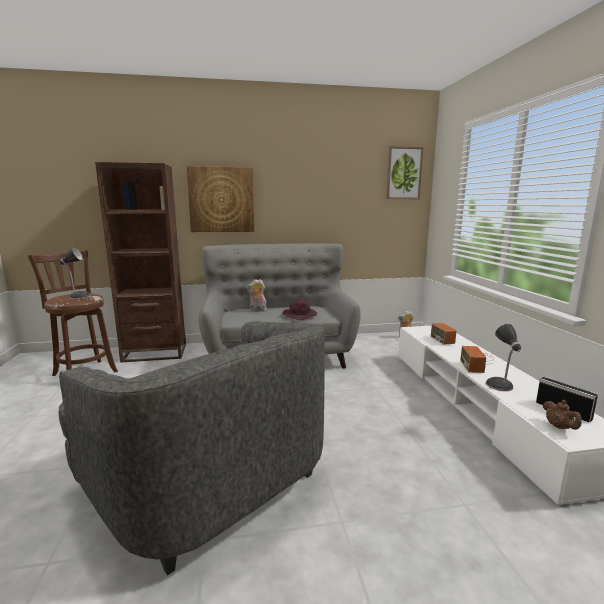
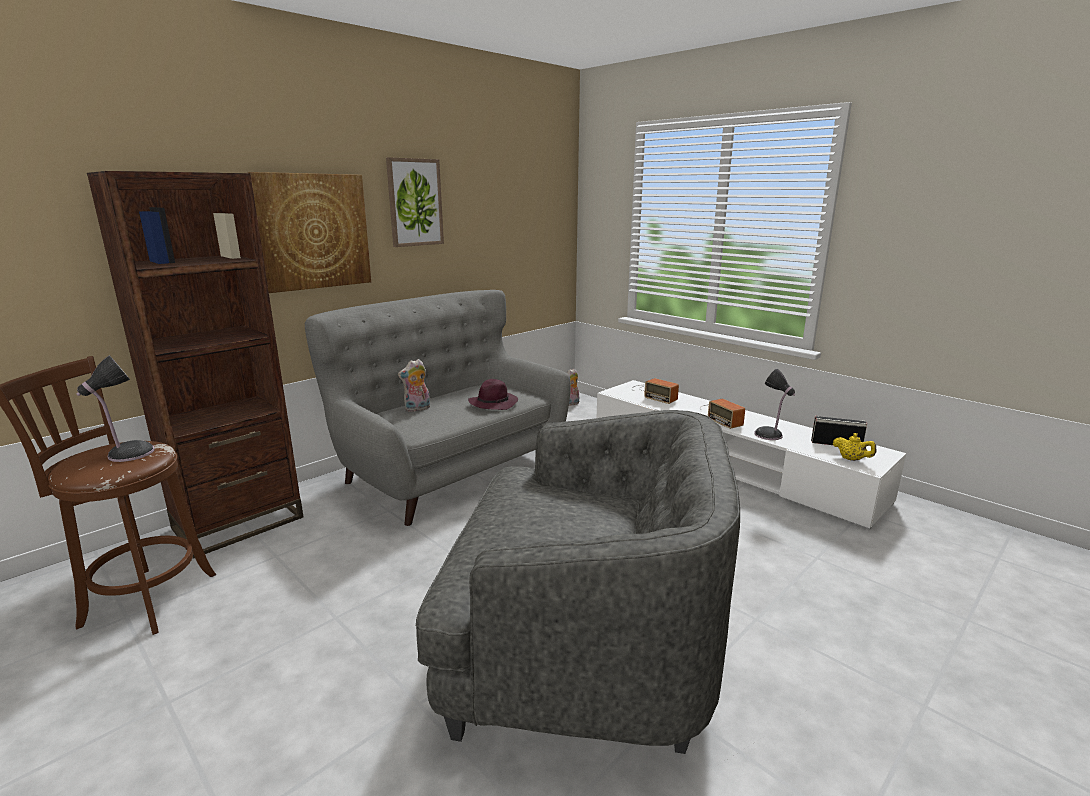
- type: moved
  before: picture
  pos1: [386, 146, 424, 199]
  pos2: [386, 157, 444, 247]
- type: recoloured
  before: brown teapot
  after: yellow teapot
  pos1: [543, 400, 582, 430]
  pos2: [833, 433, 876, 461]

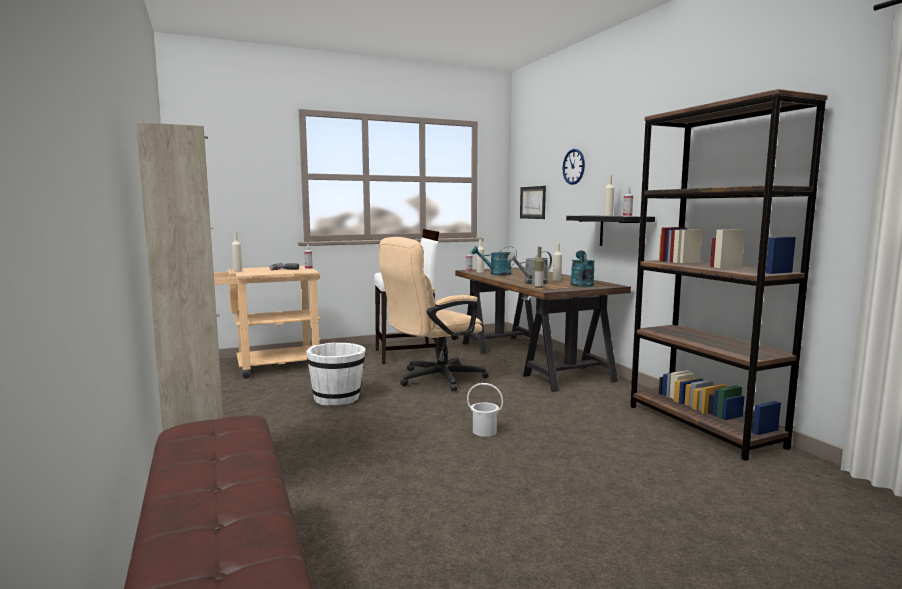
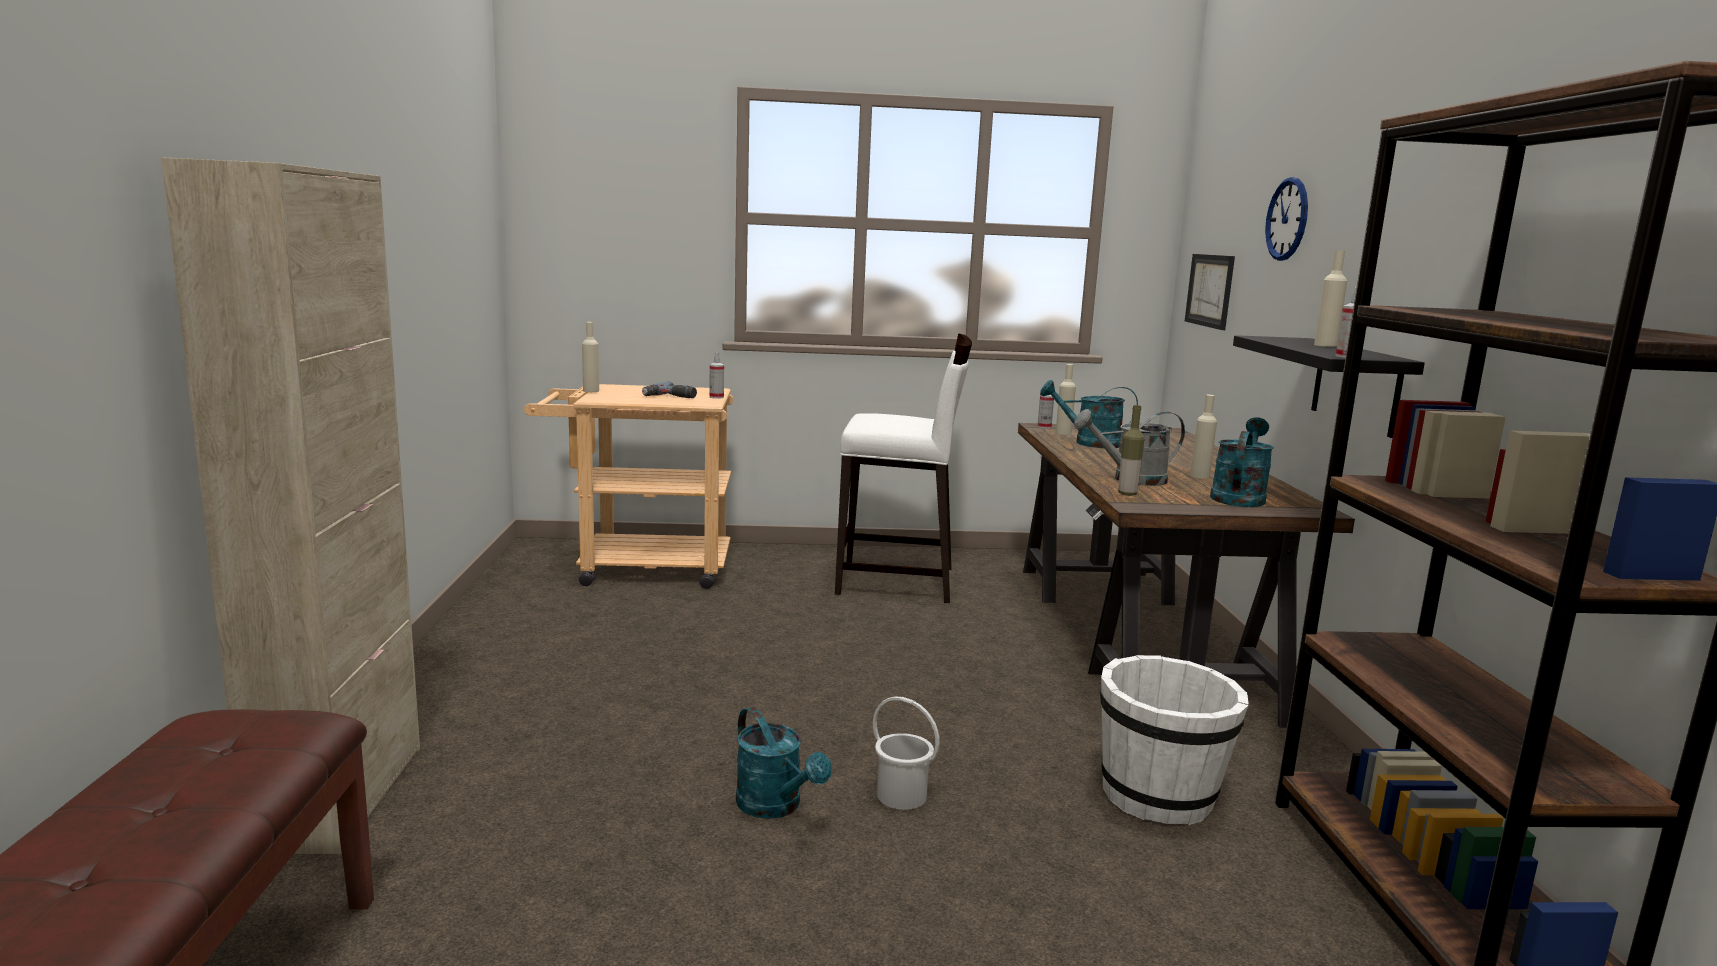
- type: removed
  before: beige office chair
  pos1: [379, 237, 489, 391]
- type: added
  after: turquoise watering can
  pos2: [736, 707, 832, 819]
- type: moved
  before: white bucket
  pos1: [306, 342, 366, 406]
  pos2: [1100, 655, 1249, 825]

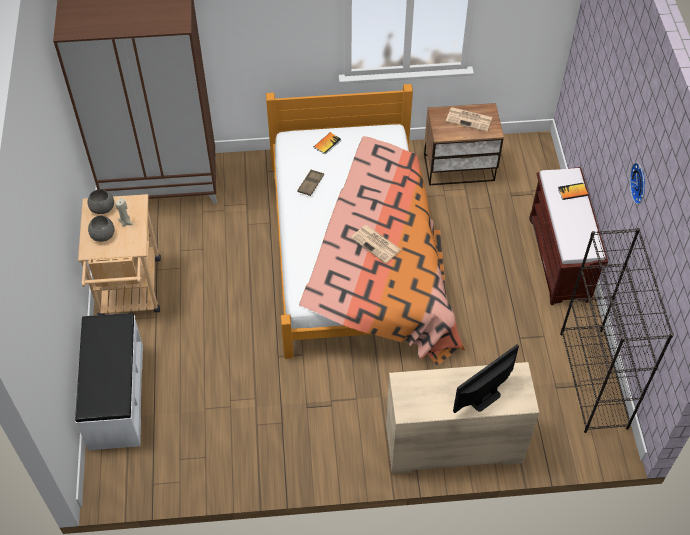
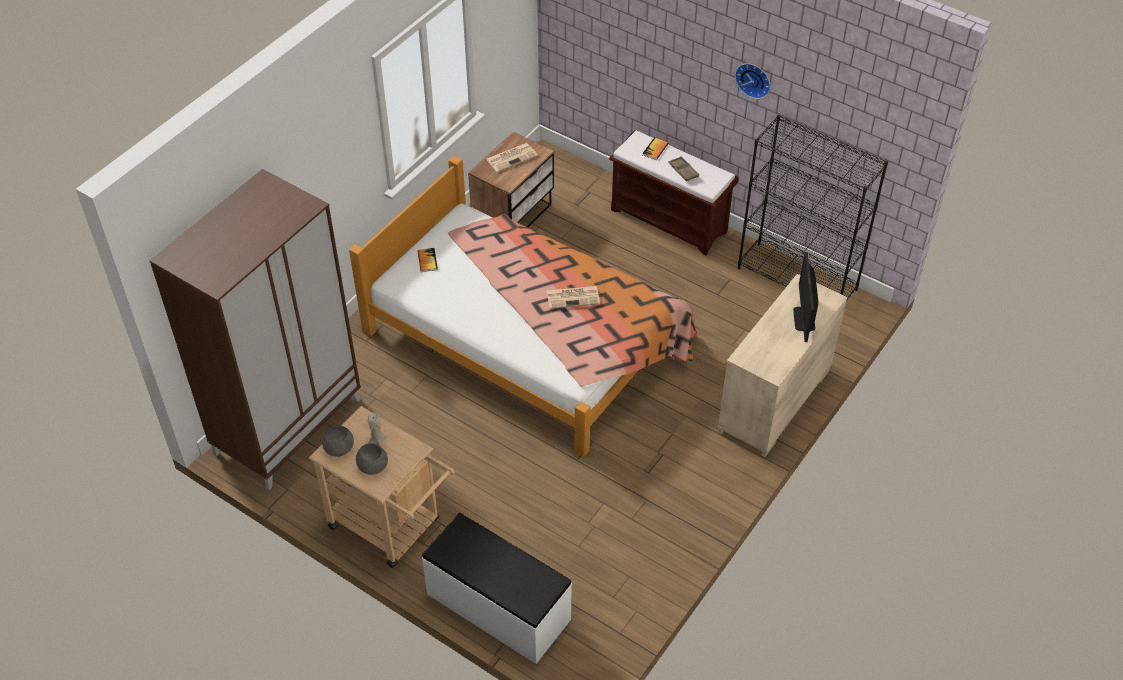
- type: moved
  before: brown tray
  pos1: [297, 169, 324, 196]
  pos2: [669, 156, 699, 181]

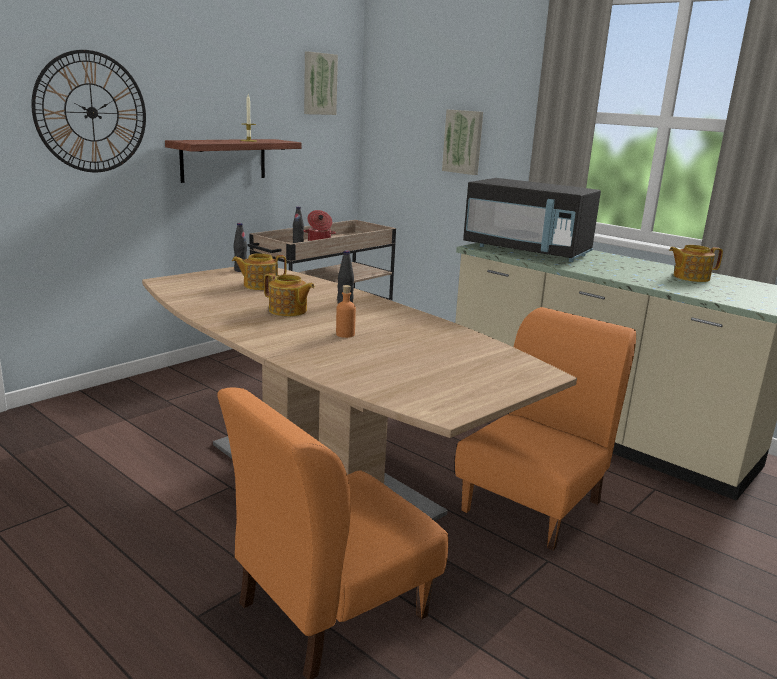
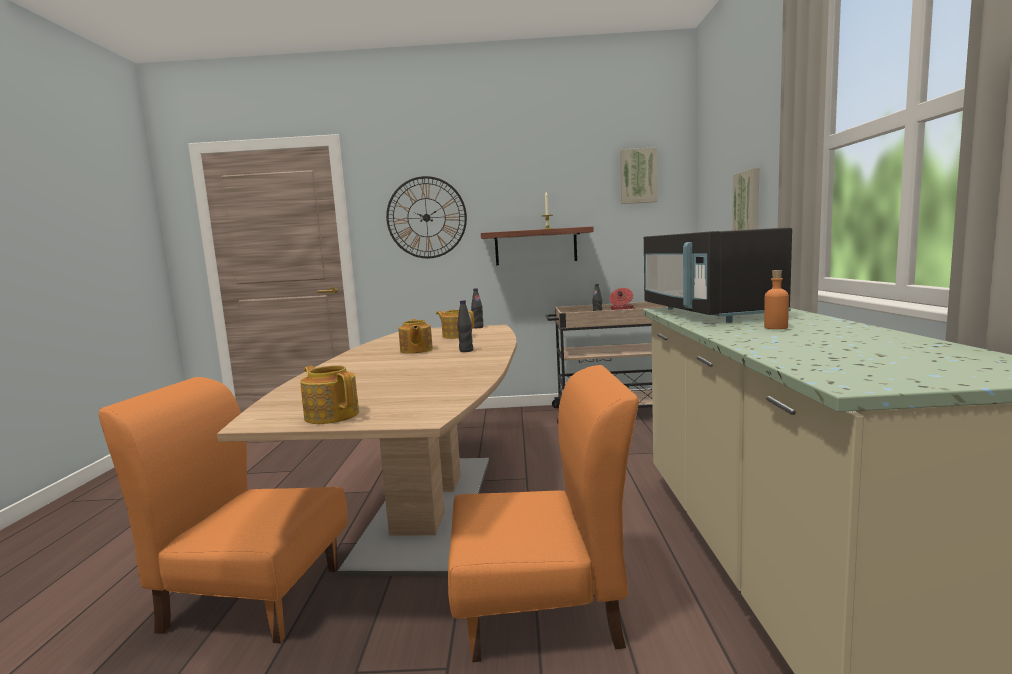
- type: moved
  before: orange bottle
  pos1: [336, 285, 356, 338]
  pos2: [764, 270, 789, 329]
- type: moved
  before: teapot
  pos1: [669, 245, 723, 282]
  pos2: [300, 366, 359, 424]

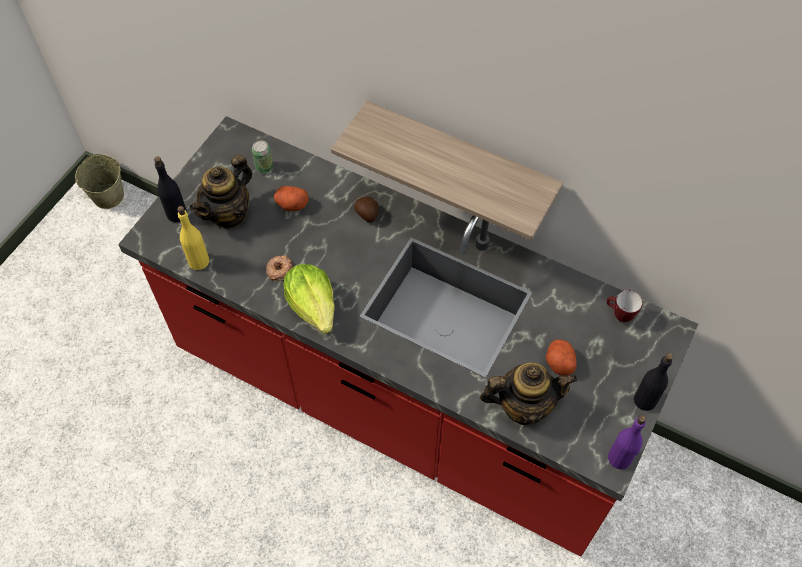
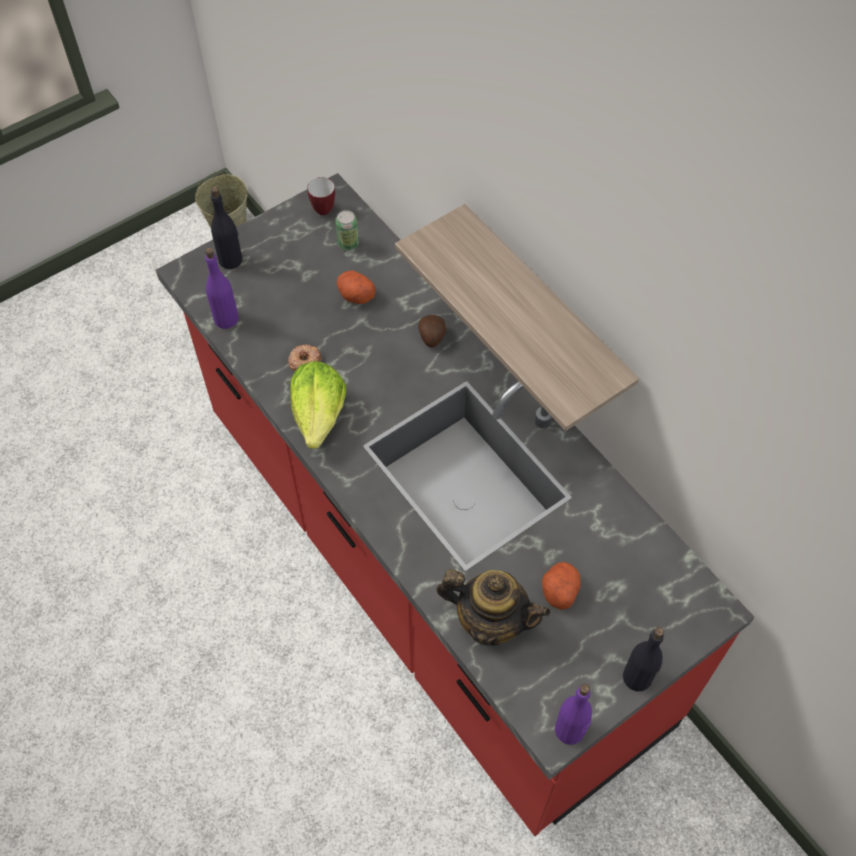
- type: removed
  before: teapot
  pos1: [189, 154, 252, 230]
- type: moved
  before: mug
  pos1: [607, 290, 642, 322]
  pos2: [307, 177, 335, 215]
- type: recoloured
  before: yellow bottle
  after: purple bottle
  pos1: [177, 206, 209, 270]
  pos2: [205, 248, 239, 329]

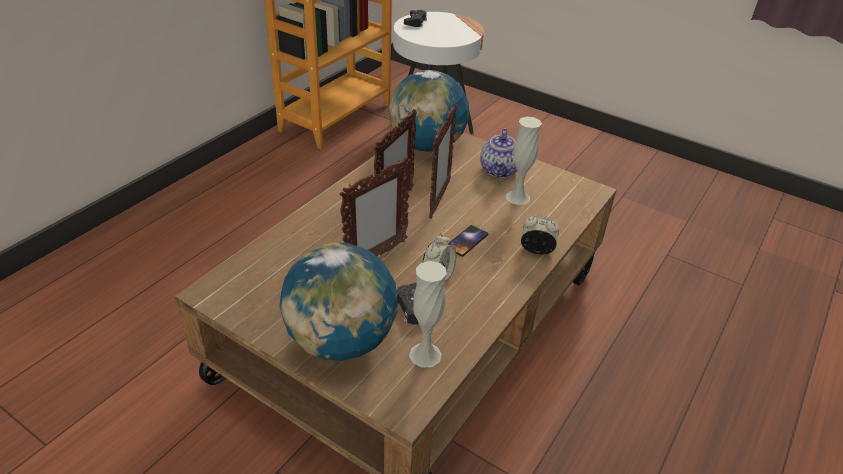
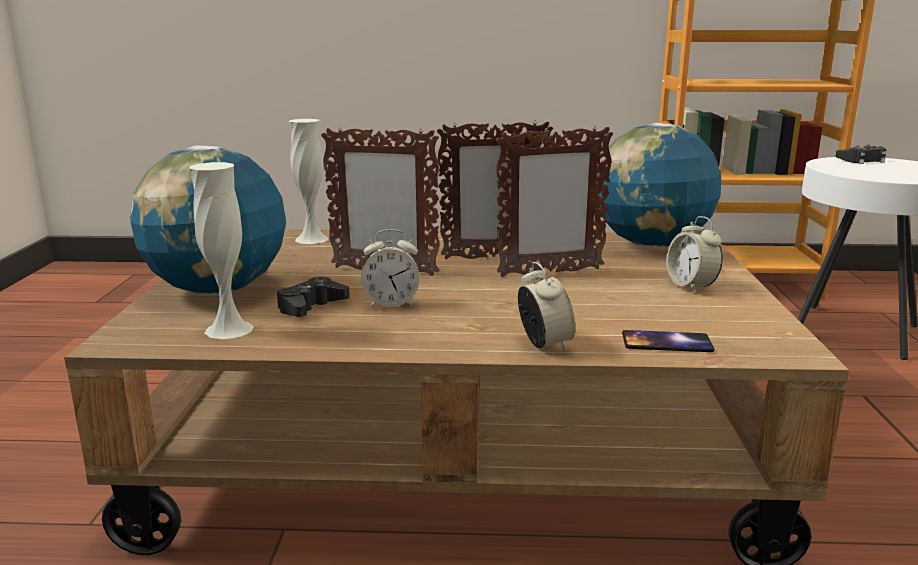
- type: moved
  before: phone
  pos1: [447, 225, 488, 257]
  pos2: [622, 330, 715, 352]
- type: moved
  before: white vase
  pos1: [506, 117, 542, 205]
  pos2: [289, 119, 329, 244]
- type: replaced
  before: teapot
  after: alarm clock
  pos1: [480, 128, 517, 178]
  pos2: [666, 216, 723, 293]

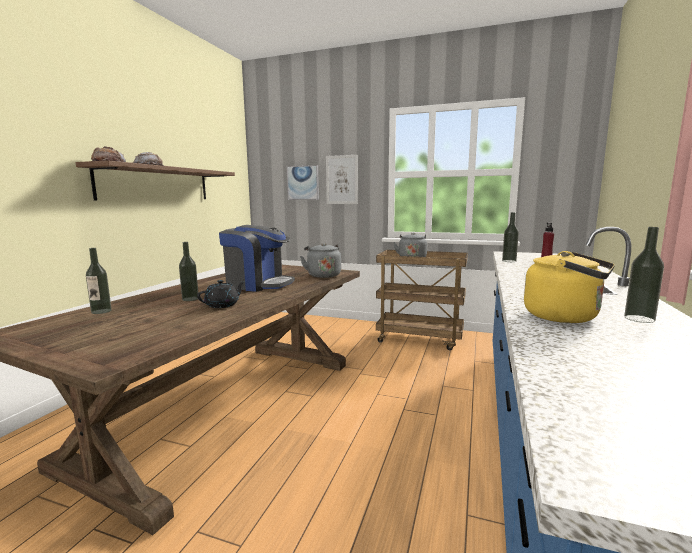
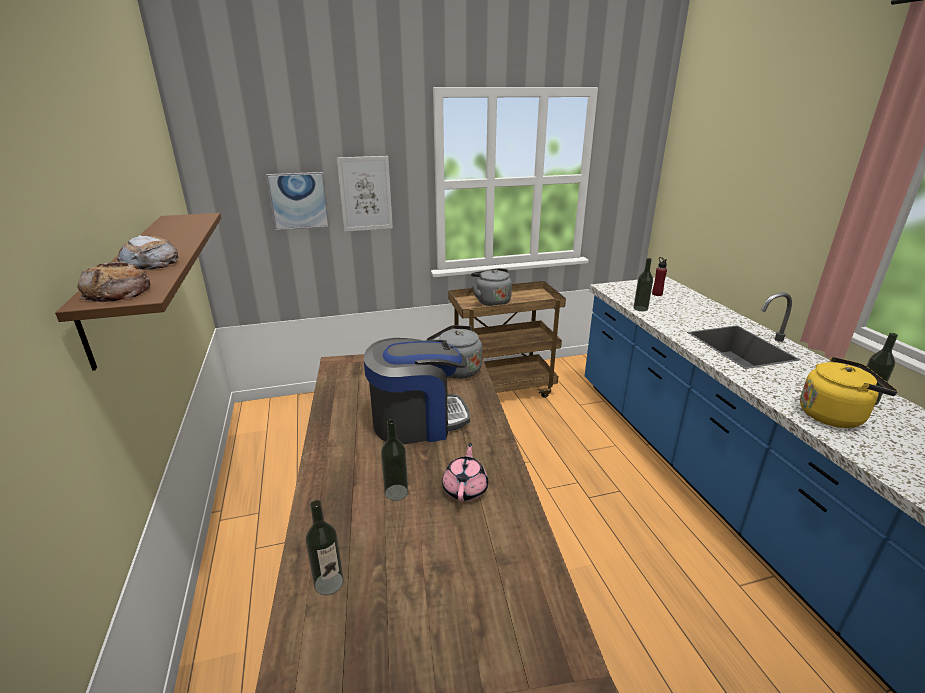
- type: recoloured
  before: black teapot
  after: pink teapot
  pos1: [197, 280, 245, 308]
  pos2: [442, 443, 488, 502]

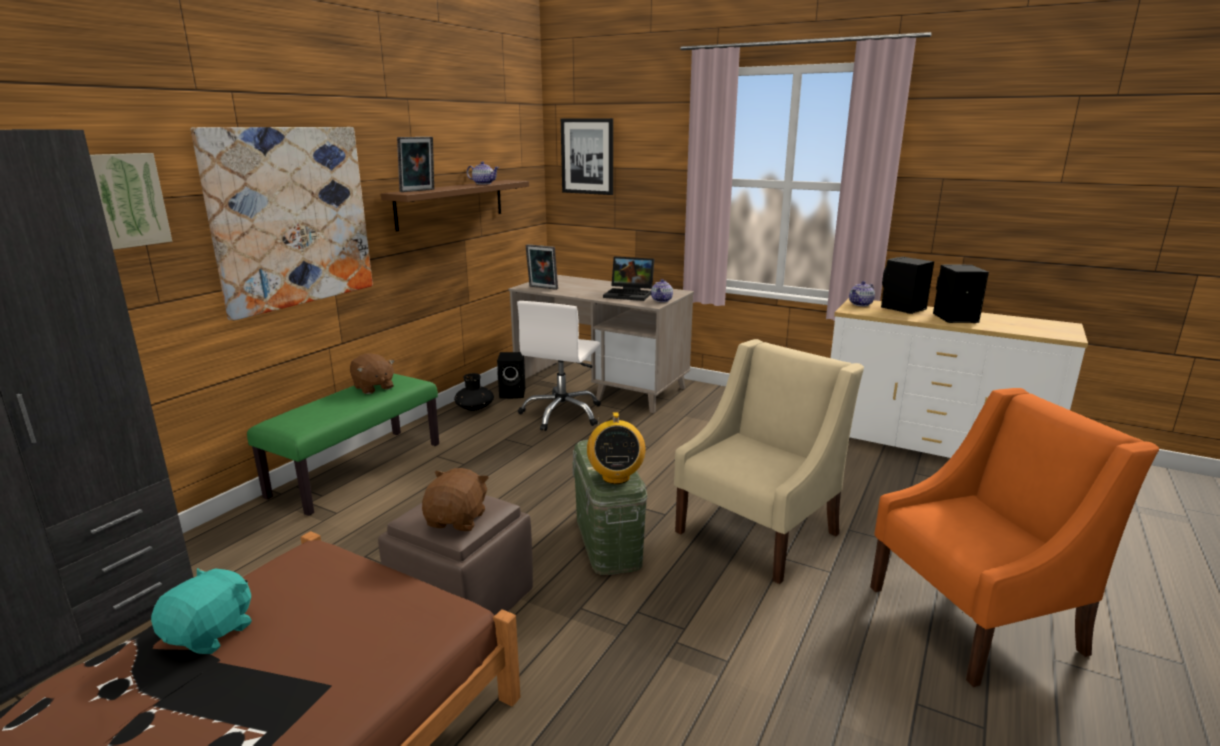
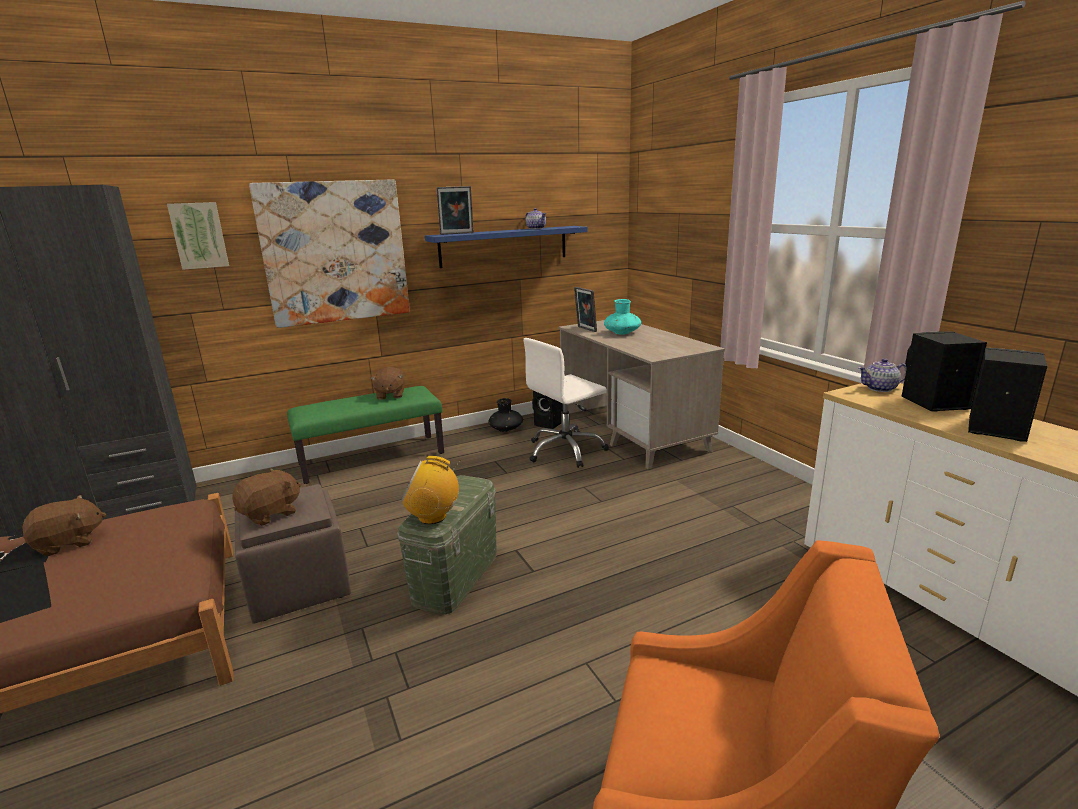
- type: removed
  before: picture
  pos1: [561, 118, 613, 195]
- type: removed
  before: laptop
  pos1: [603, 256, 654, 301]
- type: removed
  before: teapot
  pos1: [651, 279, 673, 302]
- type: removed
  before: beige armchair
  pos1: [674, 339, 864, 584]
- type: added
  after: turquoise vase
  pos2: [604, 299, 641, 335]
- type: recoloured
  before: turquoise plush toy
  after: brown plush toy
  pos1: [151, 568, 252, 654]
  pos2: [22, 495, 106, 556]
- type: recoloured
  before: brown shelf
  after: blue shelf
  pos1: [381, 180, 529, 232]
  pos2: [425, 226, 588, 268]
- type: turned
  before: radio
  pos1: [587, 412, 645, 484]
  pos2: [401, 456, 461, 524]
  turn: 60

